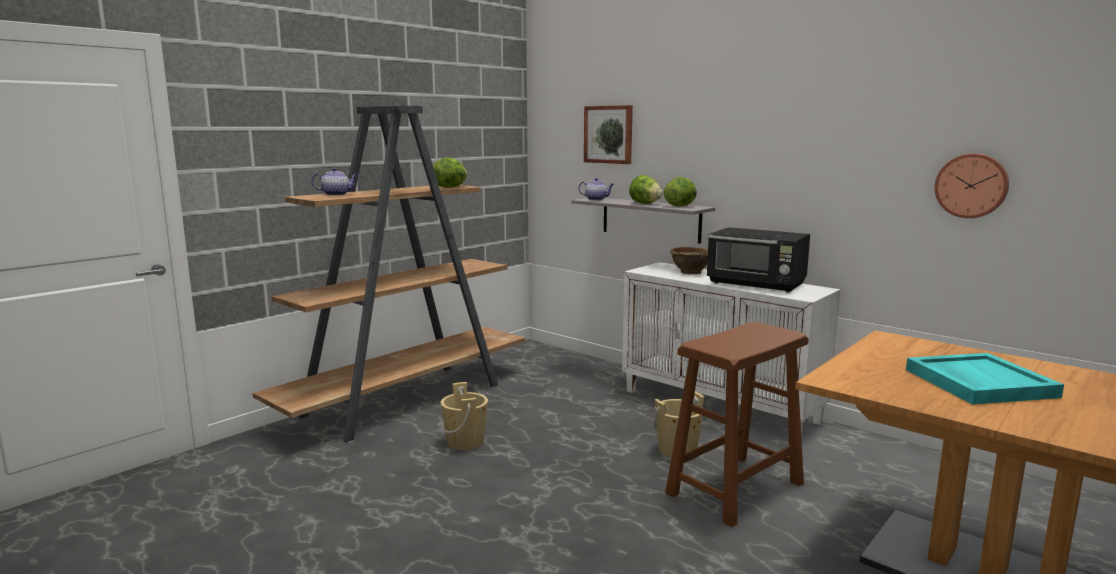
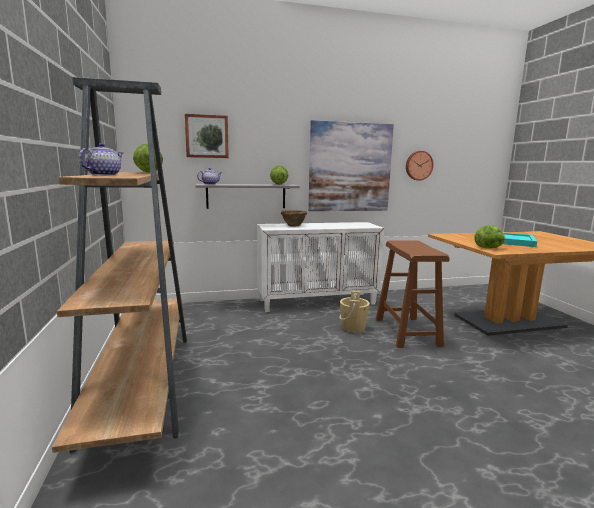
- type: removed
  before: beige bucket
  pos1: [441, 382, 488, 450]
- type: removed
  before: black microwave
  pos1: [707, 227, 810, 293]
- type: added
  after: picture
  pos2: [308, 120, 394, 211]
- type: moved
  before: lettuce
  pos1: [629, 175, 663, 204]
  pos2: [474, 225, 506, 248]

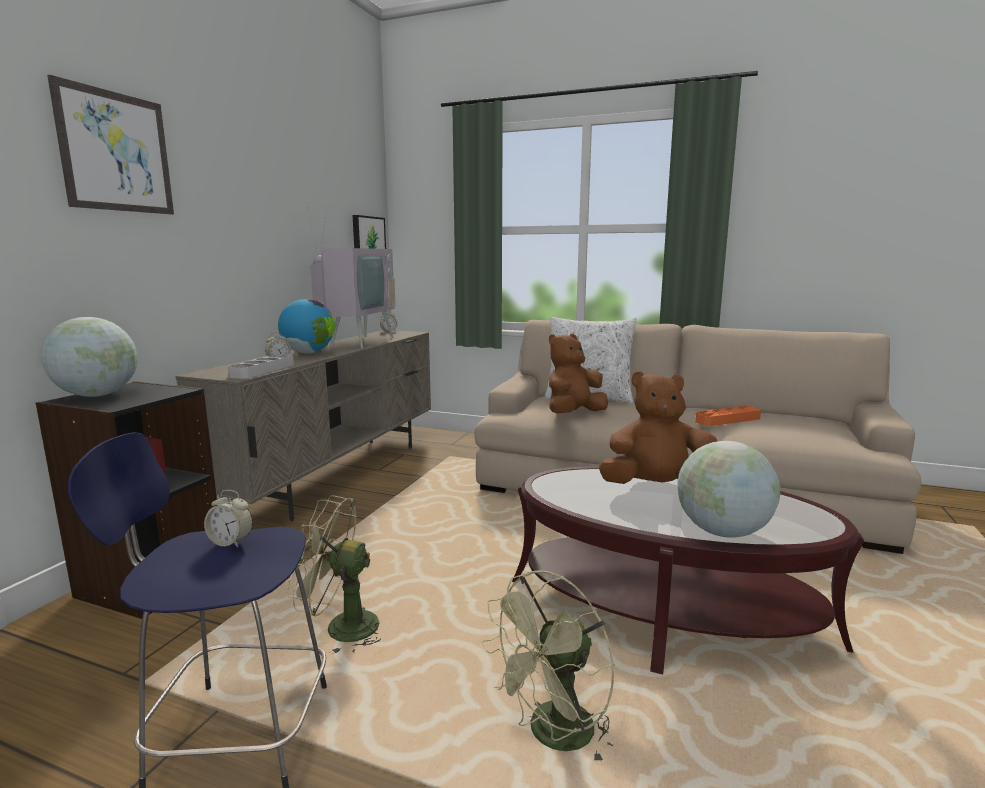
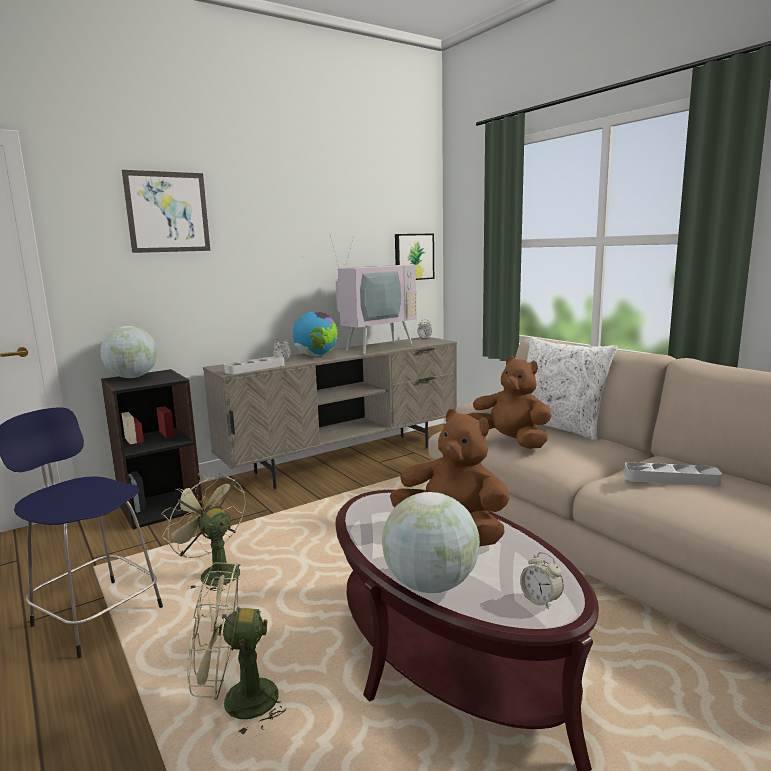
- type: moved
  before: alarm clock
  pos1: [204, 490, 253, 547]
  pos2: [520, 552, 564, 609]
- type: recoloured
  before: orange tray
  after: grey tray
  pos1: [695, 406, 761, 426]
  pos2: [624, 462, 722, 486]
- type: turned
  before: brown plush toy
  pos1: [549, 334, 608, 413]
  pos2: [467, 356, 552, 449]
  turn: 45

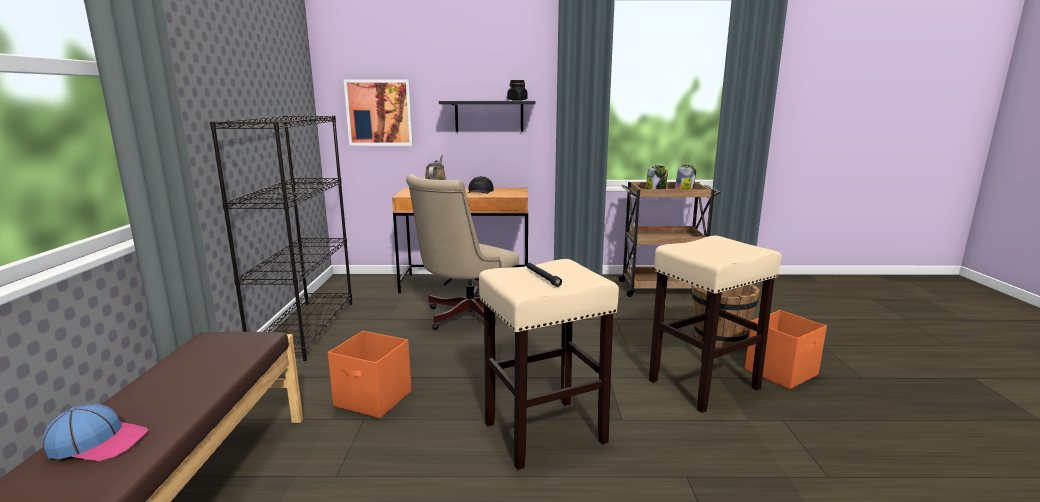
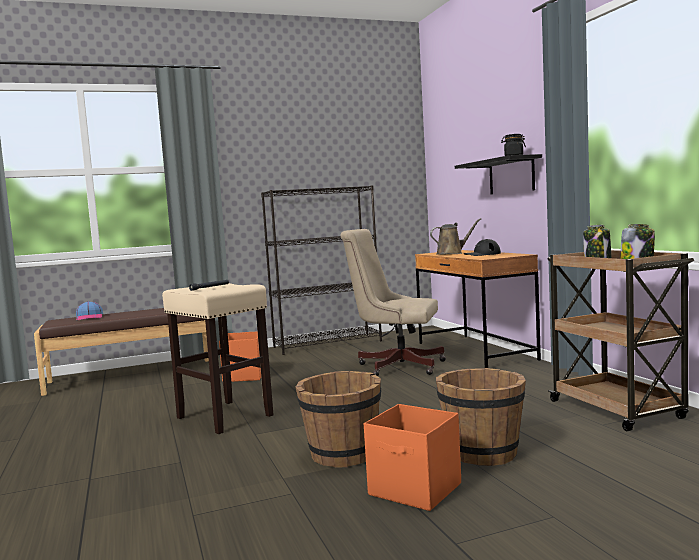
- type: removed
  before: picture
  pos1: [344, 79, 413, 146]
- type: replaced
  before: beige stool
  after: brown bucket
  pos1: [649, 236, 782, 413]
  pos2: [296, 371, 381, 468]

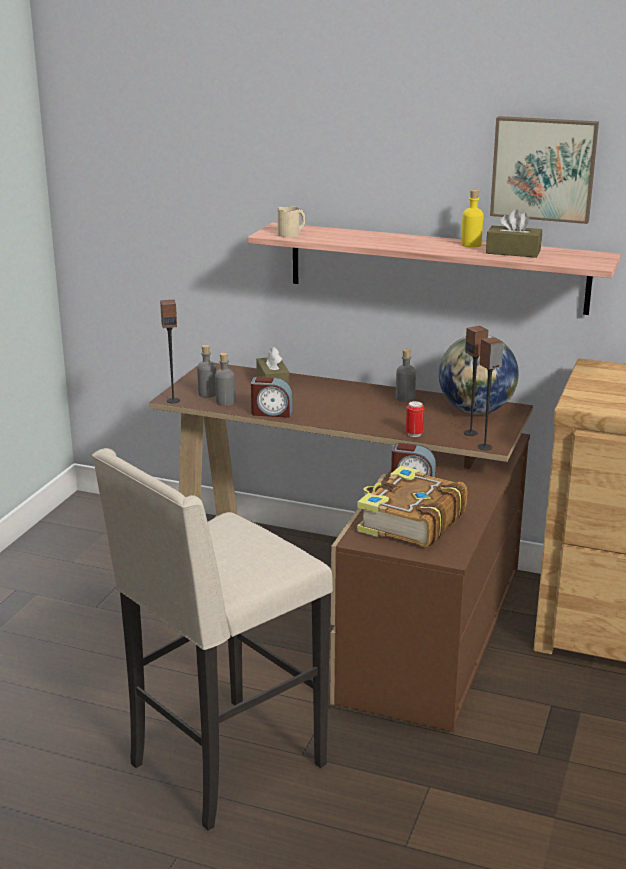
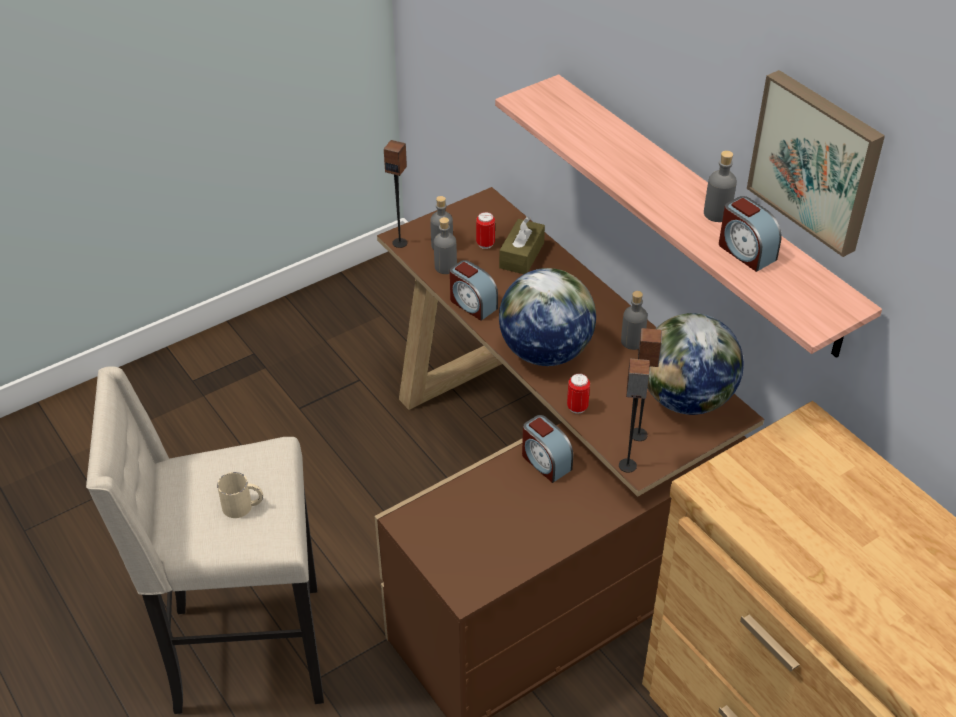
- type: removed
  before: book
  pos1: [357, 465, 467, 548]
- type: added
  after: can
  pos2: [476, 212, 495, 249]
- type: added
  after: globe
  pos2: [499, 268, 596, 366]
- type: moved
  before: beige mug
  pos1: [277, 206, 305, 238]
  pos2: [217, 472, 263, 518]
- type: replaced
  before: brown tissue box
  after: alarm clock
  pos1: [486, 209, 542, 258]
  pos2: [719, 196, 782, 272]
- type: recoloured
  before: yellow bottle
  after: grey bottle
  pos1: [461, 190, 483, 248]
  pos2: [704, 151, 737, 222]

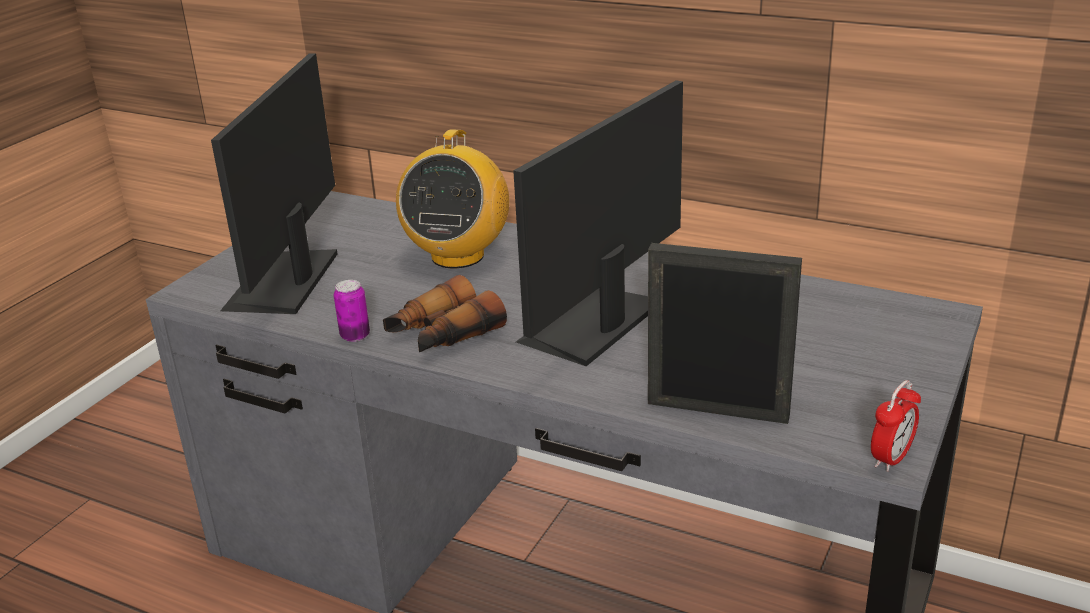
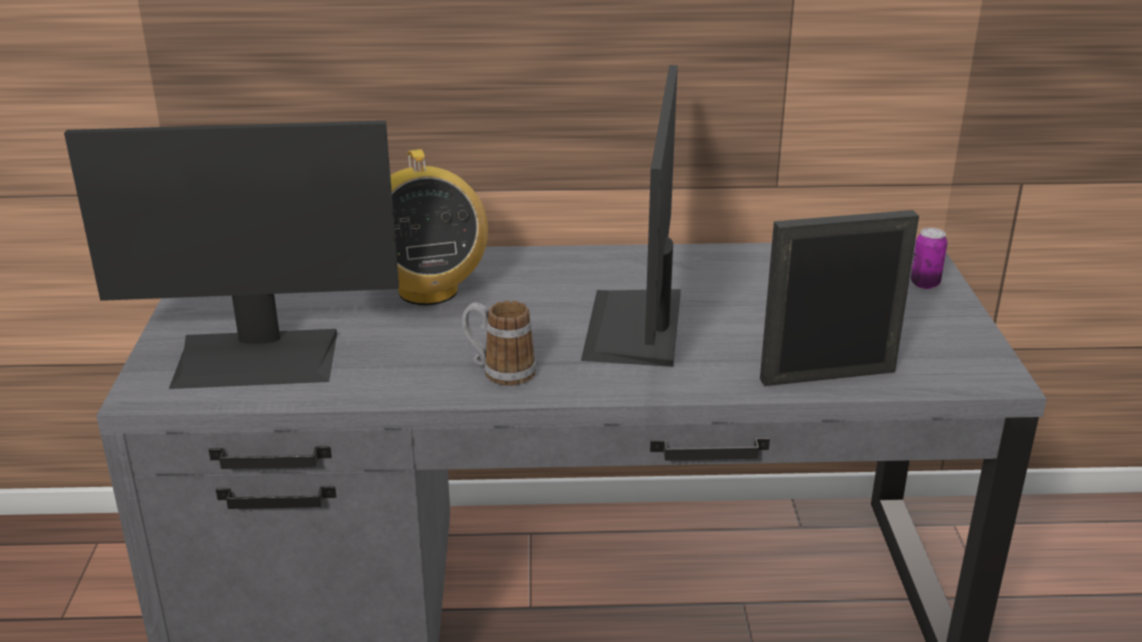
- type: removed
  before: alarm clock
  pos1: [871, 380, 921, 472]
- type: moved
  before: can
  pos1: [334, 280, 370, 342]
  pos2: [910, 228, 948, 289]
- type: replaced
  before: binoculars
  after: mug
  pos1: [383, 275, 507, 352]
  pos2: [462, 300, 536, 386]
- type: turned
  before: monitor
  pos1: [211, 53, 338, 314]
  pos2: [64, 121, 399, 389]
  turn: -75

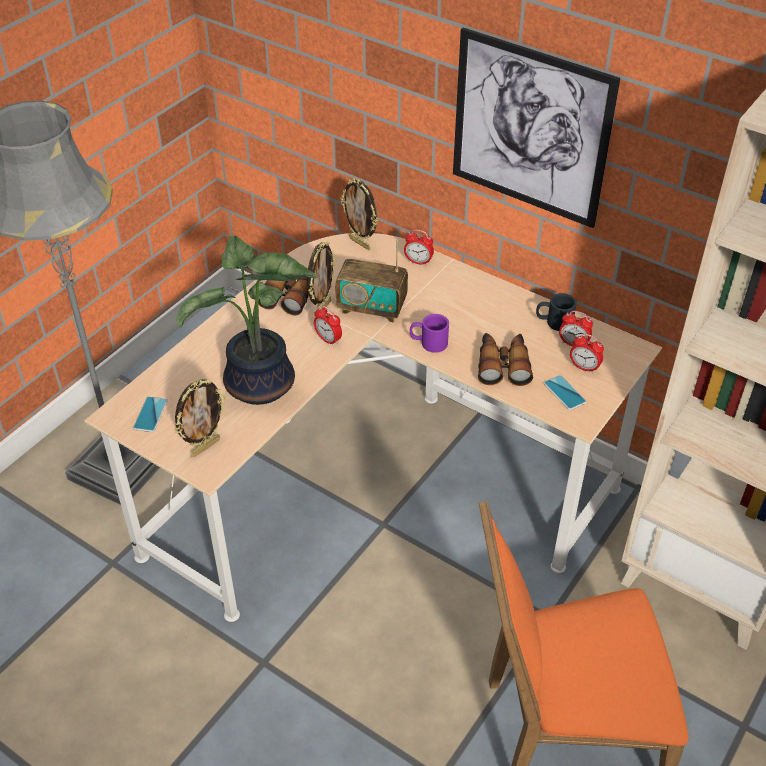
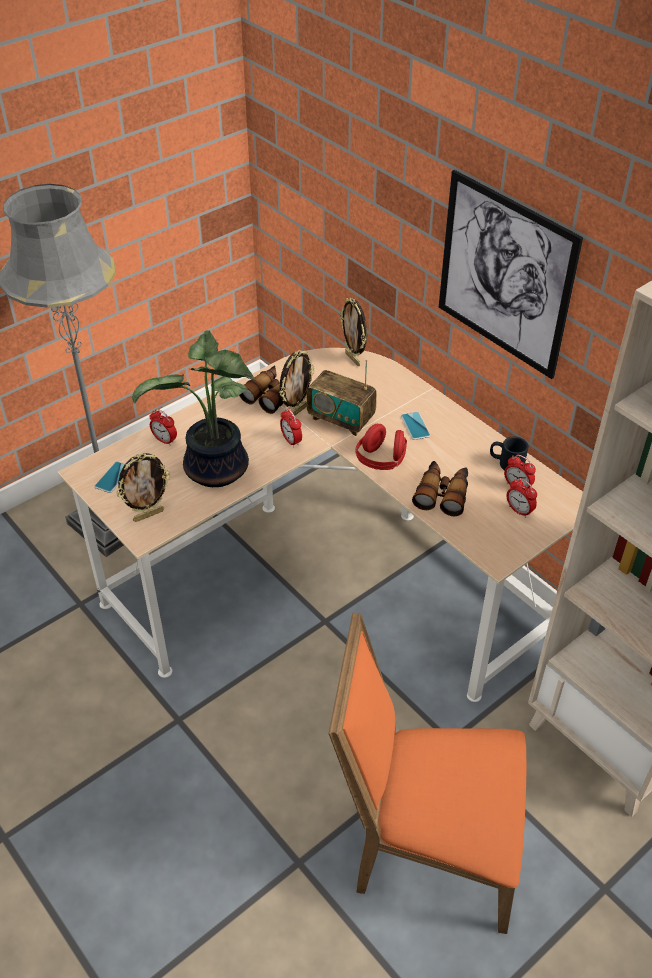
- type: moved
  before: alarm clock
  pos1: [404, 229, 434, 266]
  pos2: [150, 409, 177, 446]
- type: moved
  before: phone
  pos1: [544, 375, 586, 410]
  pos2: [401, 412, 431, 440]
- type: replaced
  before: purple mug
  after: red headphones
  pos1: [410, 314, 449, 353]
  pos2: [355, 424, 407, 470]

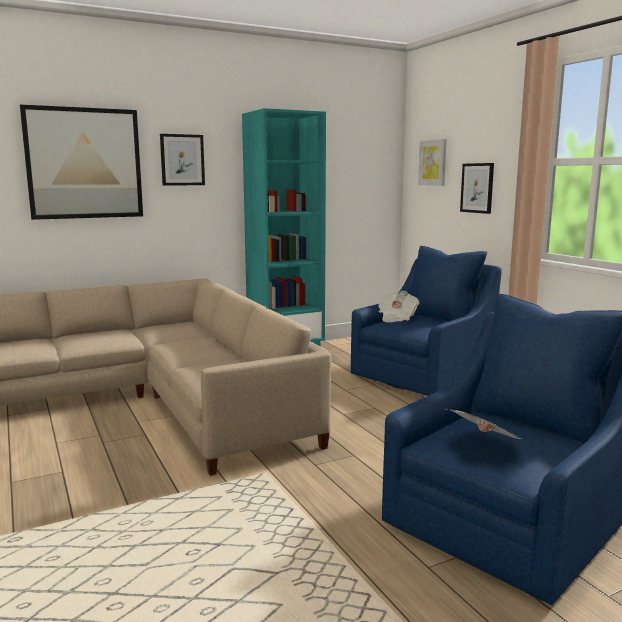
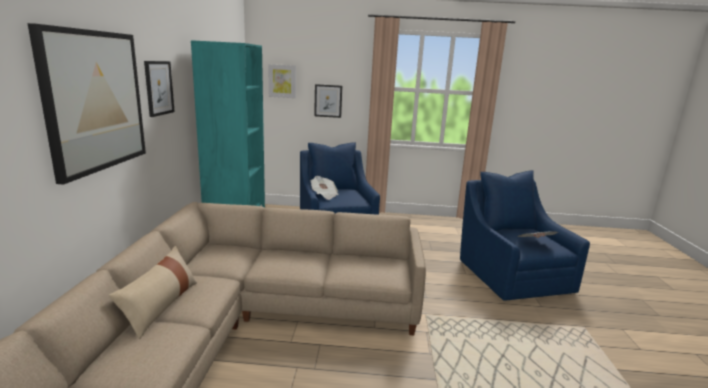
- type: added
  after: beige pillow
  pos2: [109, 246, 198, 339]

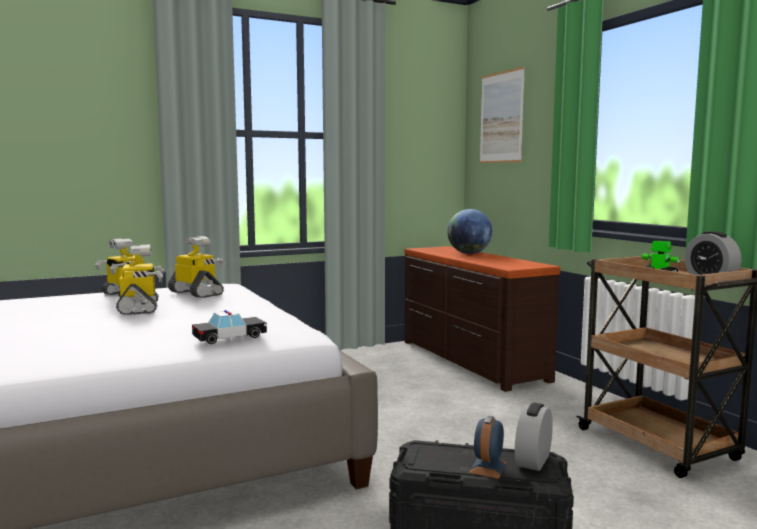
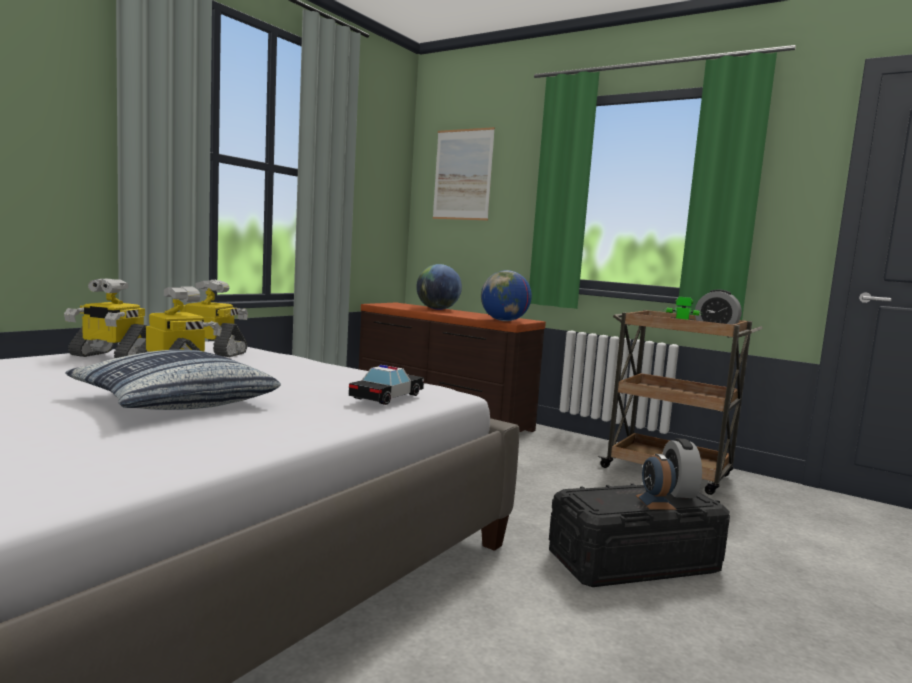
- type: added
  after: pillow
  pos2: [65, 350, 281, 410]
- type: added
  after: globe
  pos2: [481, 270, 532, 321]

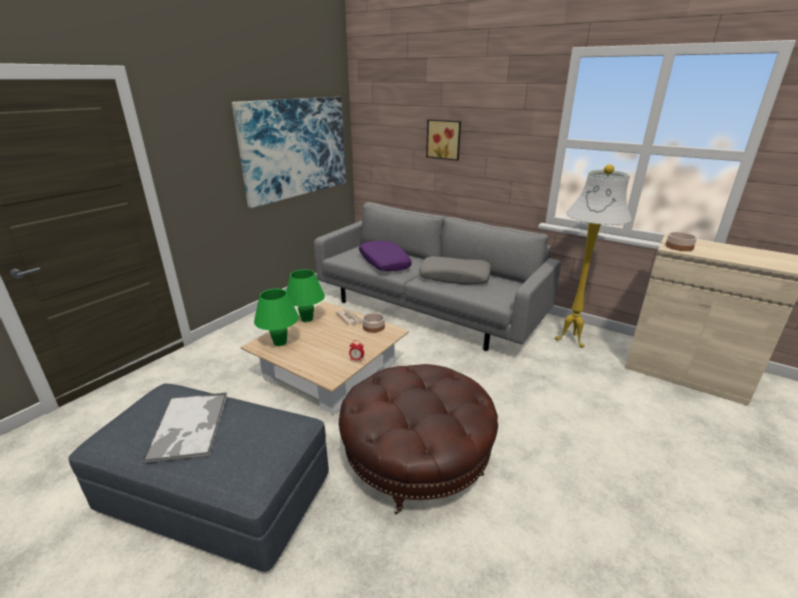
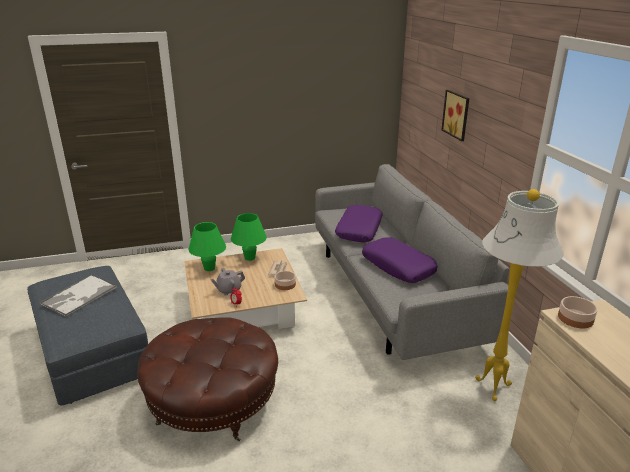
- type: removed
  before: picture
  pos1: [232, 97, 346, 208]
- type: added
  after: grey teapot
  pos2: [211, 268, 245, 296]
- type: recoloured
  before: grey pillow
  after: purple pillow
  pos1: [419, 256, 491, 285]
  pos2: [362, 237, 438, 283]

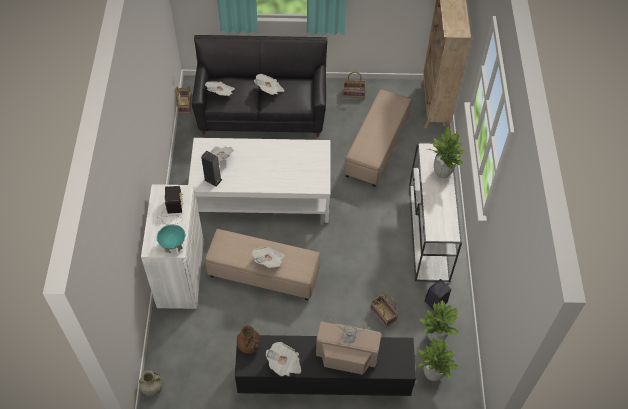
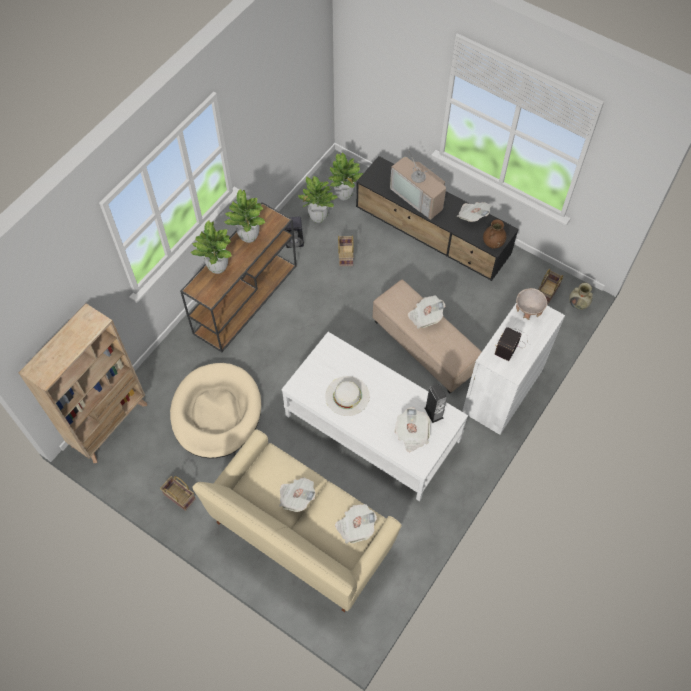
- type: added
  after: potted plant
  pos2: [224, 188, 265, 243]
- type: added
  after: white hat
  pos2: [325, 376, 370, 416]
- type: moved
  before: basket
  pos1: [176, 86, 192, 114]
  pos2: [538, 269, 563, 304]
- type: replaced
  before: beige ottoman
  after: beige dog bed
  pos1: [344, 89, 411, 187]
  pos2: [170, 363, 261, 458]
- type: recoloured
  before: turquoise bowl
  after: beige bowl
  pos1: [157, 225, 185, 254]
  pos2: [516, 288, 547, 320]
- type: recoloured
  before: black sofa
  after: beige sofa
  pos1: [192, 35, 327, 137]
  pos2: [192, 429, 402, 612]
- type: recoloured
  before: white console table
  after: brown console table
  pos1: [409, 142, 462, 282]
  pos2: [180, 202, 297, 352]

